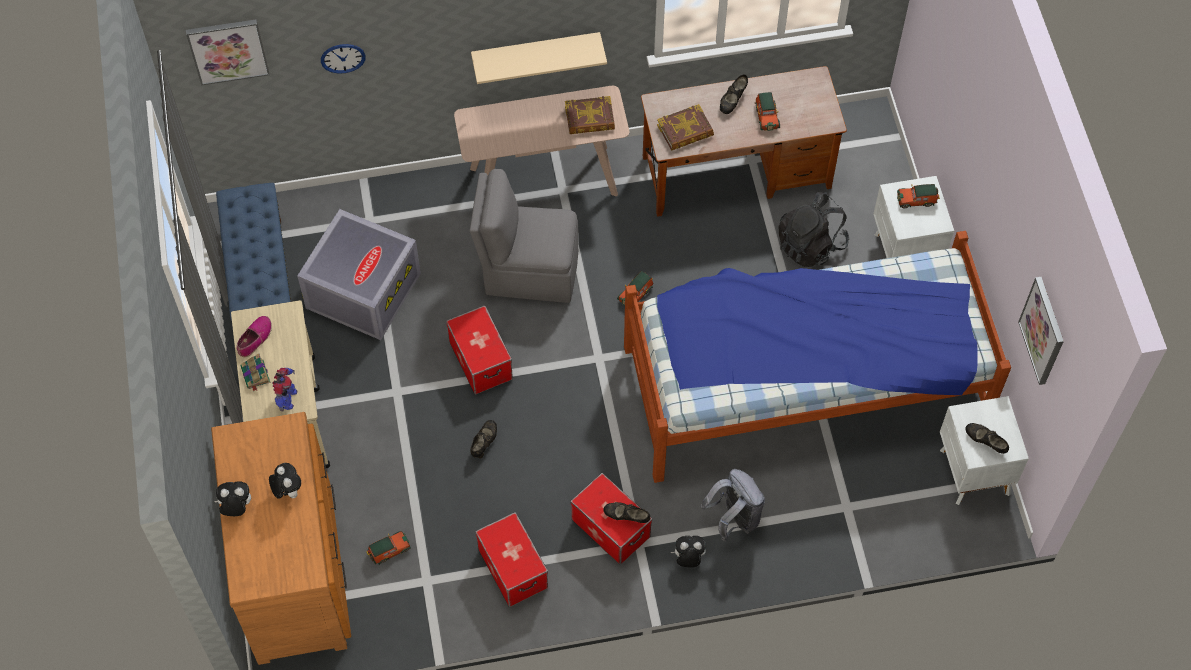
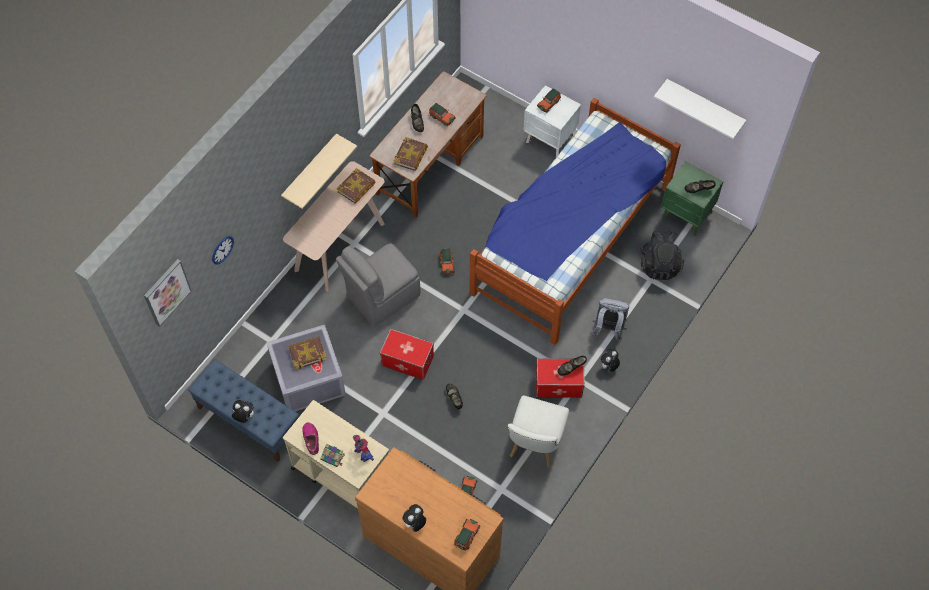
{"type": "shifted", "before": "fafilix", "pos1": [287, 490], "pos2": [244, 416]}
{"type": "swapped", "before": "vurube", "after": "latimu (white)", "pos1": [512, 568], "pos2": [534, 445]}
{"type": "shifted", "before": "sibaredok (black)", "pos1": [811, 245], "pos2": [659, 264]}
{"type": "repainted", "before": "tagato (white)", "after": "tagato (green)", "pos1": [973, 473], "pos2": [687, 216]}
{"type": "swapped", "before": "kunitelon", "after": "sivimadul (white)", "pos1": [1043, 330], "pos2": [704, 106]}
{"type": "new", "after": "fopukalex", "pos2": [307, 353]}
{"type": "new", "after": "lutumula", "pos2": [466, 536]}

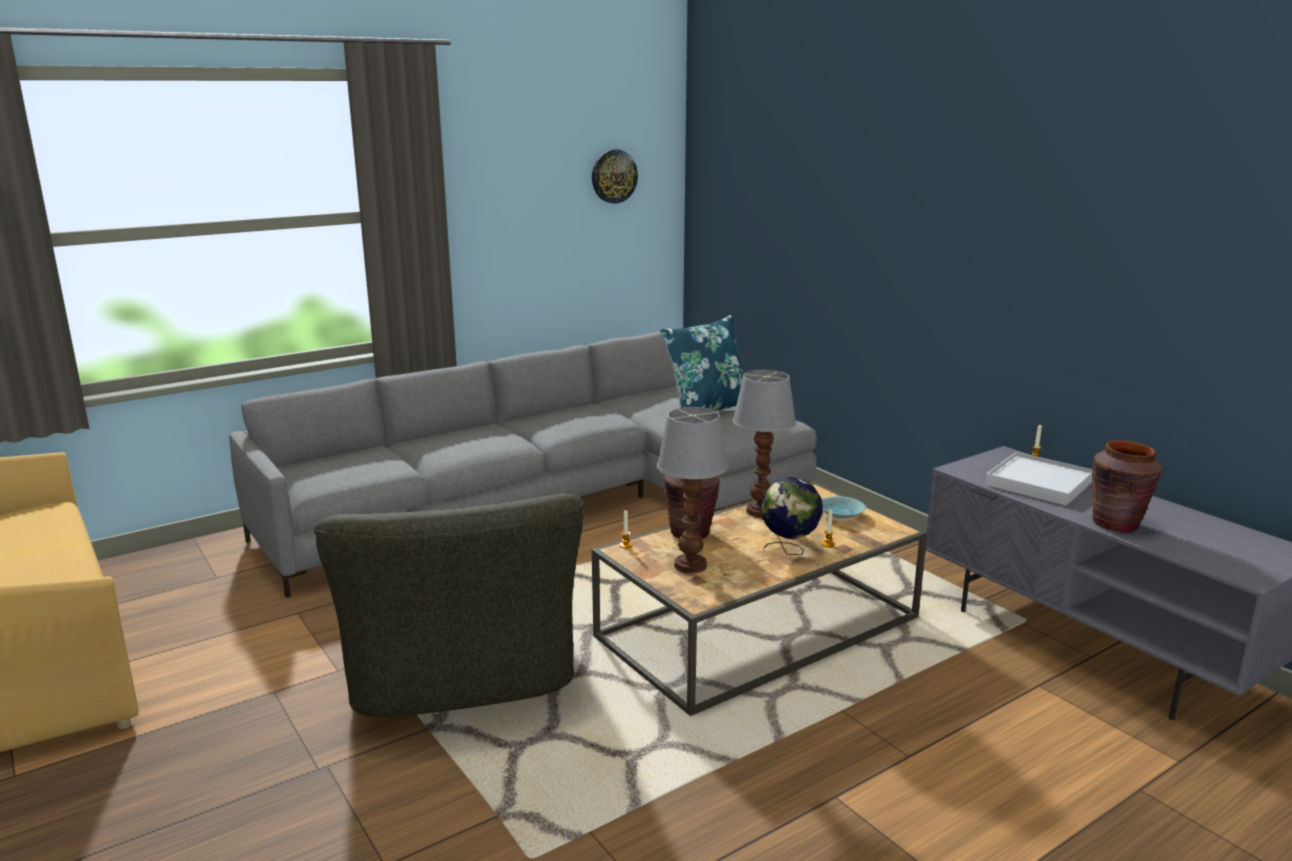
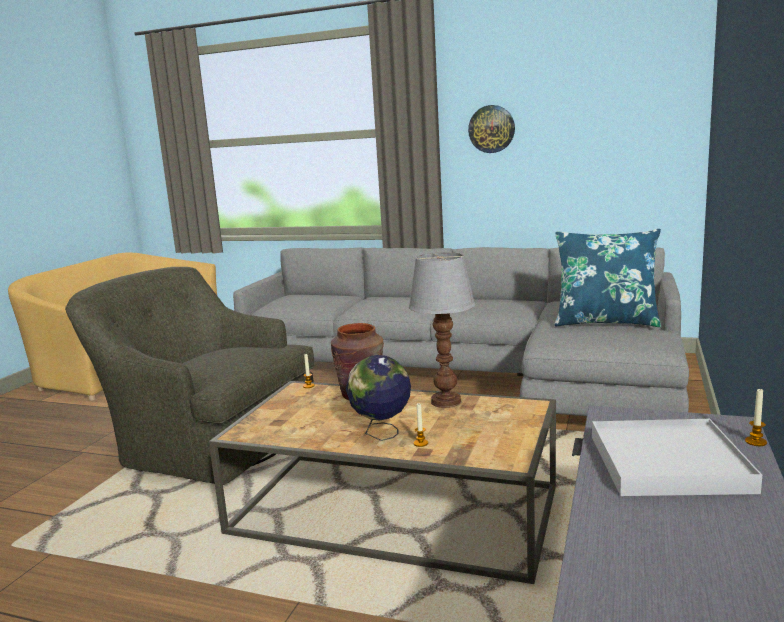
{"type": "rotated", "before": "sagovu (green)", "pos1": [461, 673], "pos2": [208, 442], "turn": 75}
{"type": "shifted", "before": "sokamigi", "pos1": [614, 176], "pos2": [491, 129]}
{"type": "gone", "before": "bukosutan", "pos1": [691, 566]}
{"type": "gone", "before": "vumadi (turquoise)", "pos1": [839, 515]}
{"type": "gone", "before": "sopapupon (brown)", "pos1": [1116, 524]}

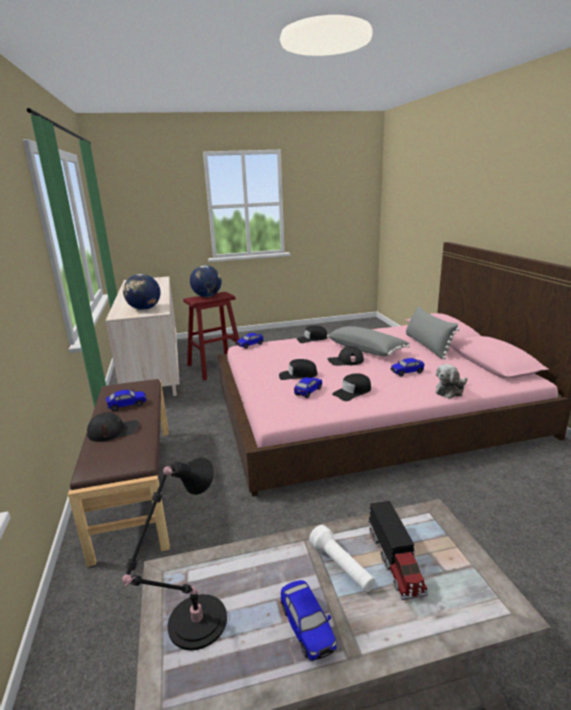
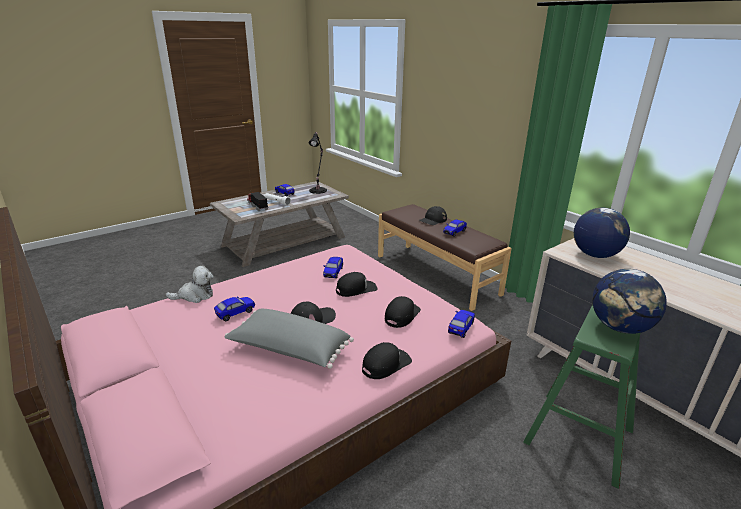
{"type": "repainted", "before": "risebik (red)", "after": "risebik (green)", "pos1": [216, 367], "pos2": [579, 435]}
{"type": "shifted", "before": "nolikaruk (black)", "pos1": [352, 392], "pos2": [401, 315]}
{"type": "gone", "before": "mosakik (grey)", "pos1": [427, 346]}
{"type": "rotated", "before": "fafilix", "pos1": [450, 391], "pos2": [195, 295], "turn": 45}

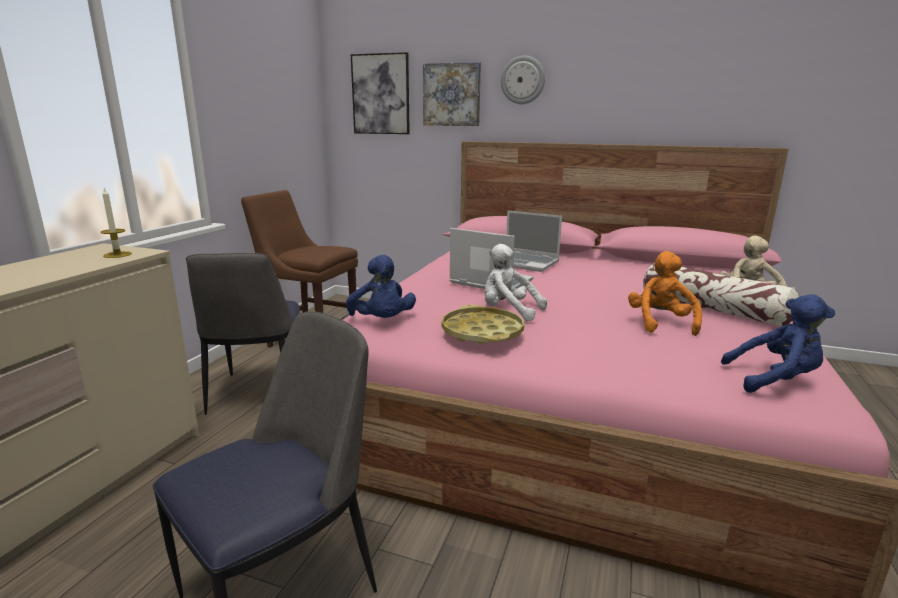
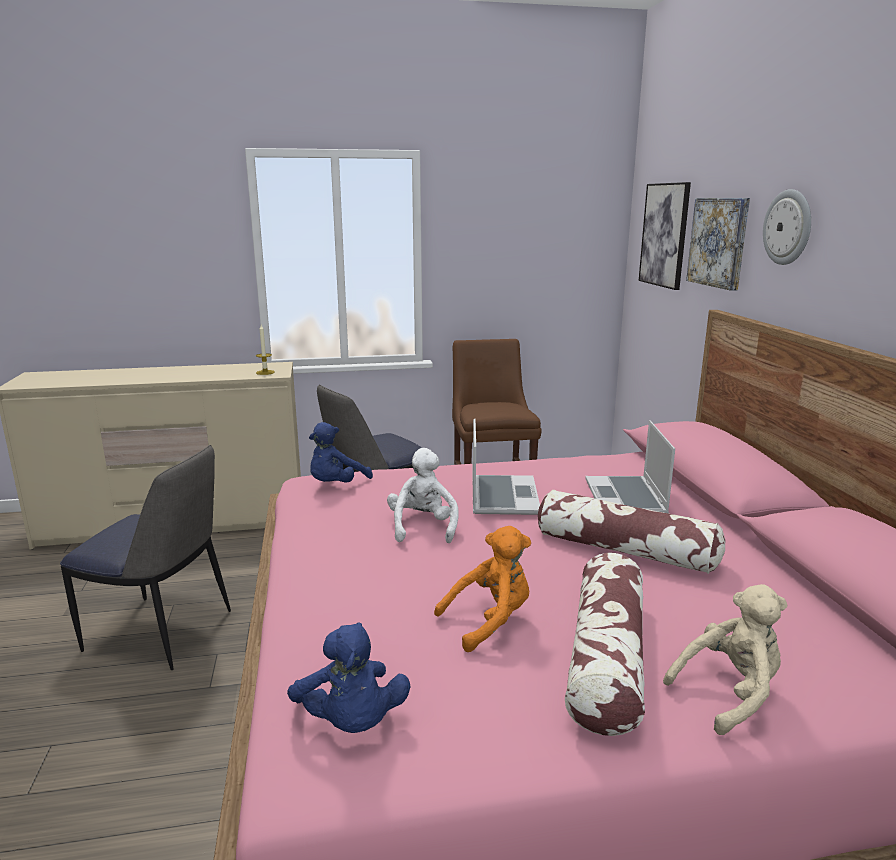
{"type": "gone", "before": "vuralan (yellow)", "pos1": [482, 332]}
{"type": "new", "after": "mosakik", "pos2": [624, 550]}

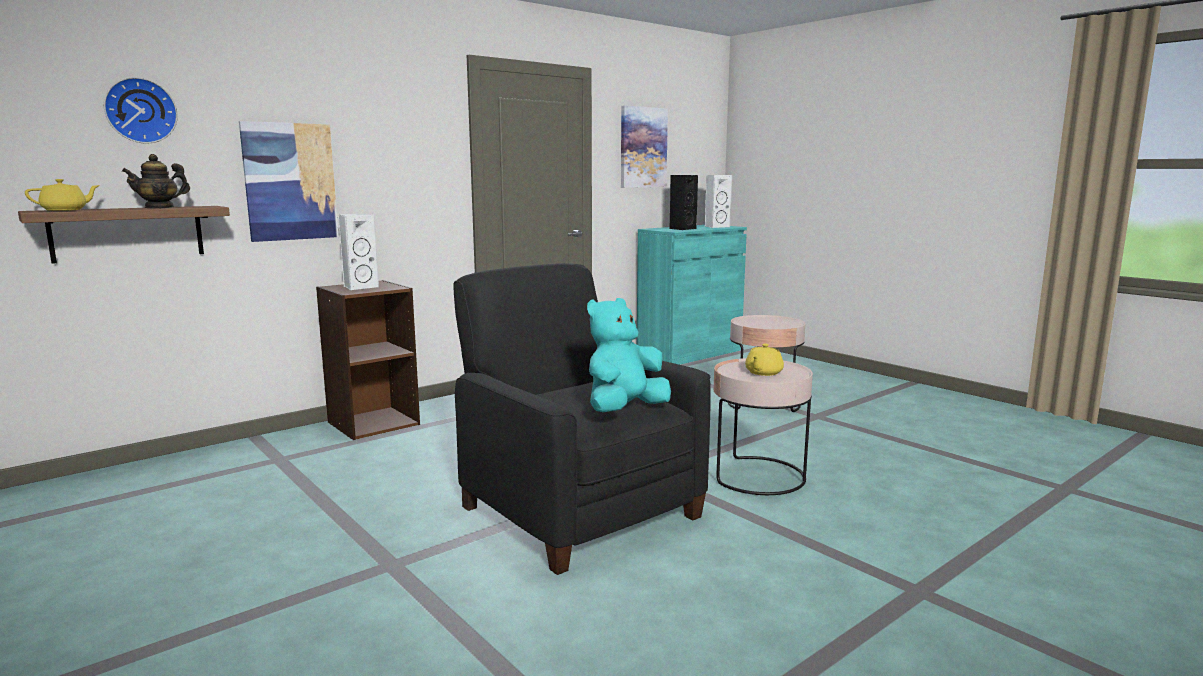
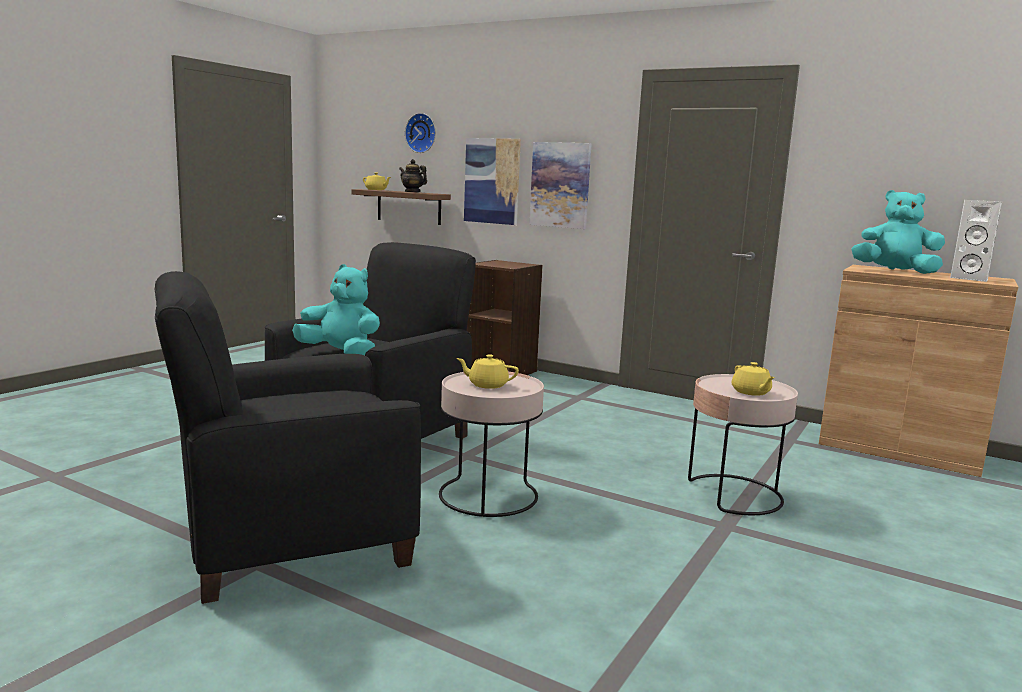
{"type": "gone", "before": "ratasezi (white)", "pos1": [359, 287]}
{"type": "shifted", "before": "kunitelon", "pos1": [643, 147], "pos2": [560, 185]}
{"type": "repainted", "before": "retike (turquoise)", "after": "retike (brown)", "pos1": [689, 353], "pos2": [898, 449]}
{"type": "swapped", "before": "ratasezi (black)", "after": "fafilix (turquoise)", "pos1": [682, 229], "pos2": [895, 271]}
{"type": "new", "after": "sagovu (black)", "pos2": [290, 537]}
{"type": "new", "after": "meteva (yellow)", "pos2": [751, 392]}

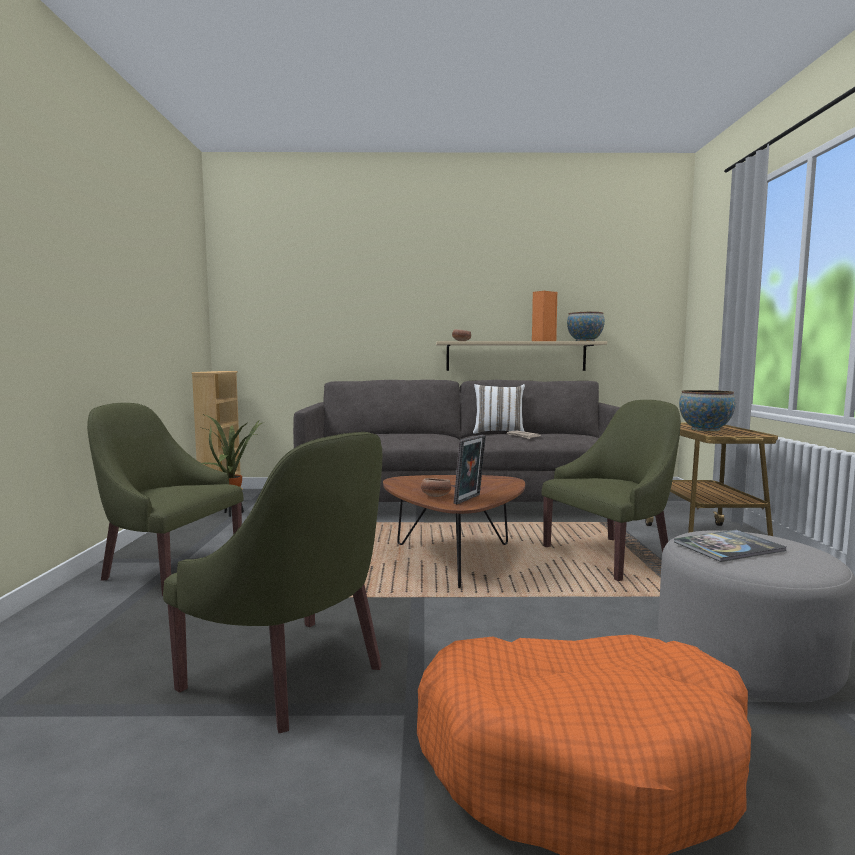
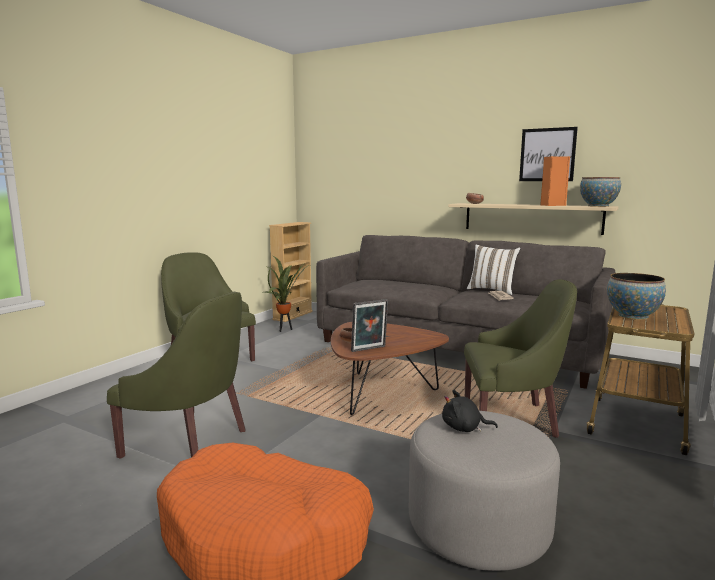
{"type": "rotated", "before": "sagovu (green)", "pos1": [292, 674], "pos2": [190, 440], "turn": -45}
{"type": "swapped", "before": "fopukalex", "after": "fafilix (black)", "pos1": [728, 547], "pos2": [464, 428]}
{"type": "new", "after": "kunitelon", "pos2": [547, 155]}

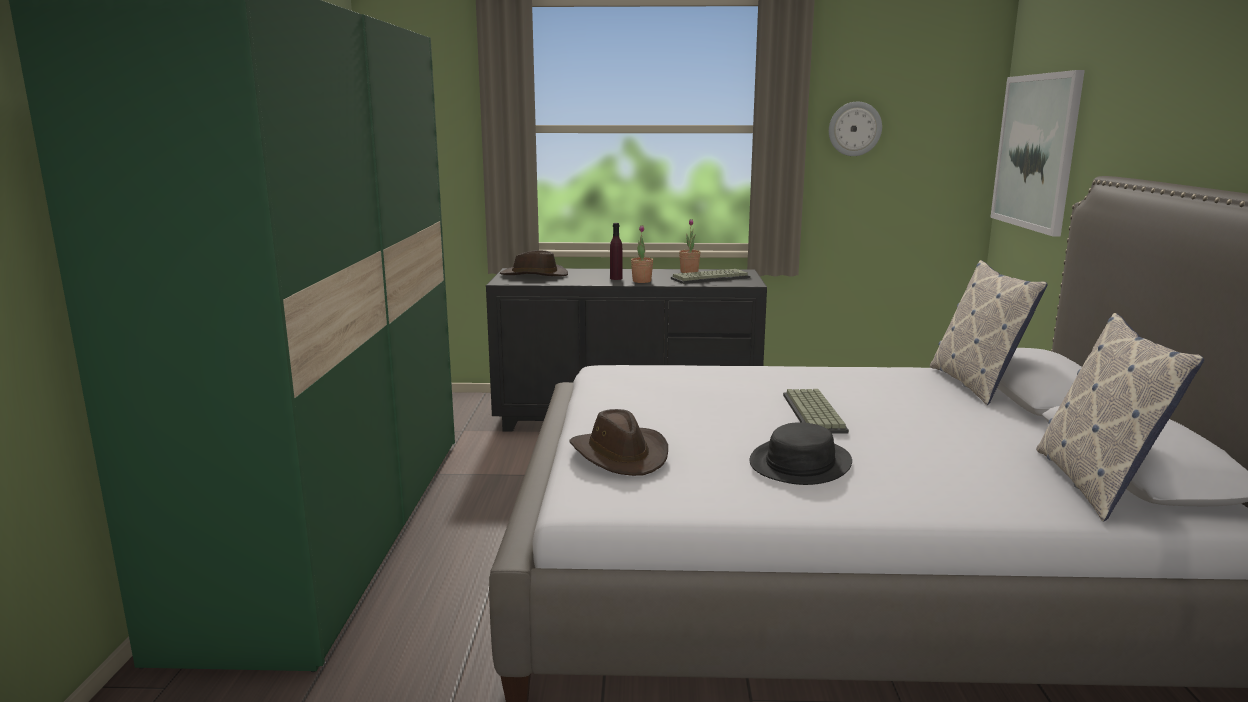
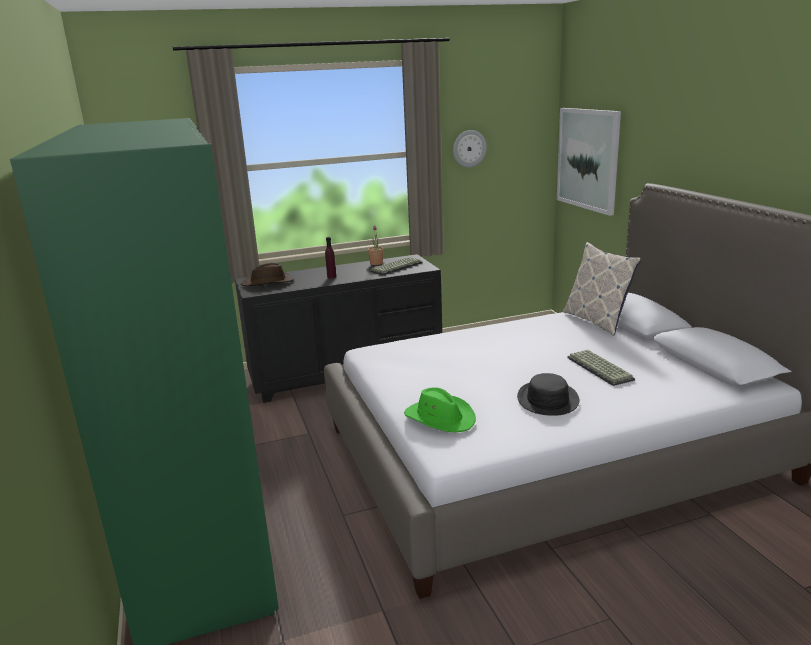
{"type": "repainted", "before": "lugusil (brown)", "after": "lugusil (green)", "pos1": [620, 455], "pos2": [440, 417]}
{"type": "gone", "before": "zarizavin", "pos1": [641, 281]}
{"type": "shifted", "before": "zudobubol", "pos1": [816, 413], "pos2": [601, 368]}
{"type": "gone", "before": "mosakik", "pos1": [1096, 484]}

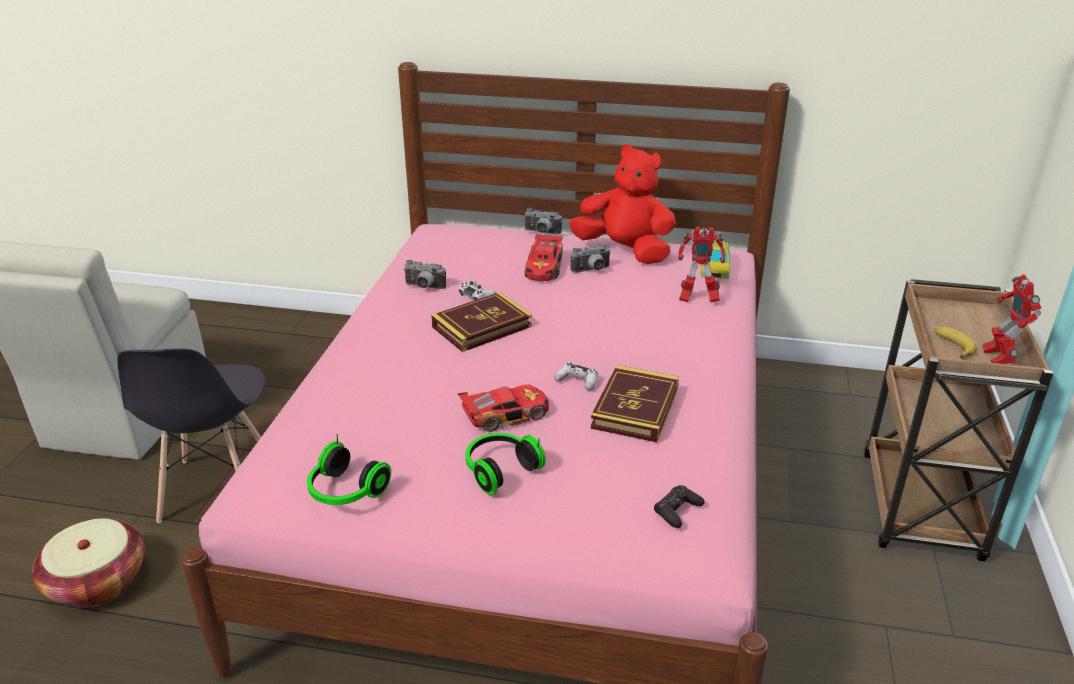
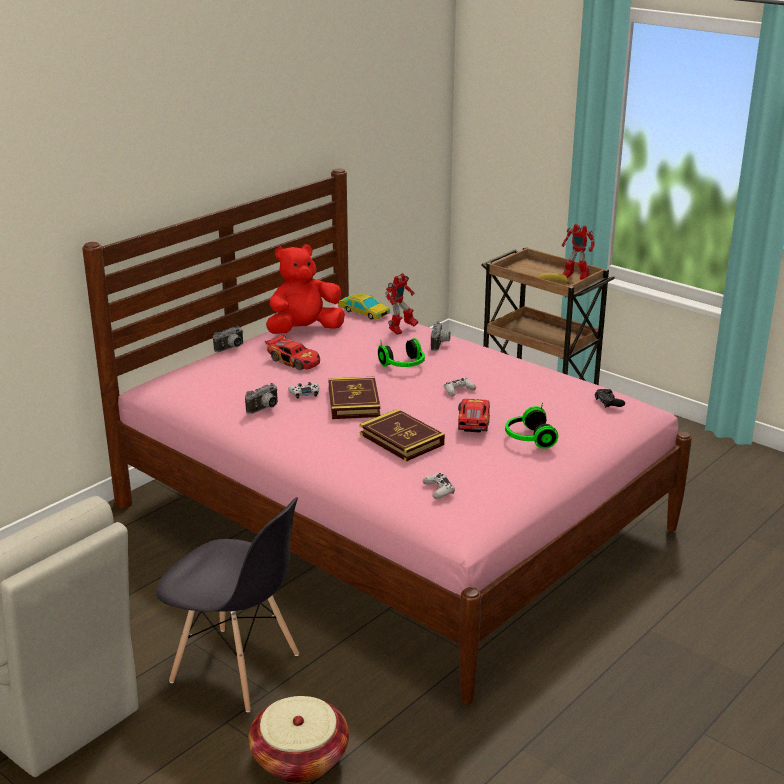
{"type": "shifted", "before": "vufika", "pos1": [345, 492], "pos2": [404, 365]}
{"type": "shifted", "before": "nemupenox", "pos1": [592, 270], "pos2": [440, 344]}
{"type": "shifted", "before": "fopukalex", "pos1": [635, 408], "pos2": [401, 439]}
{"type": "new", "after": "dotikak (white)", "pos2": [438, 490]}

